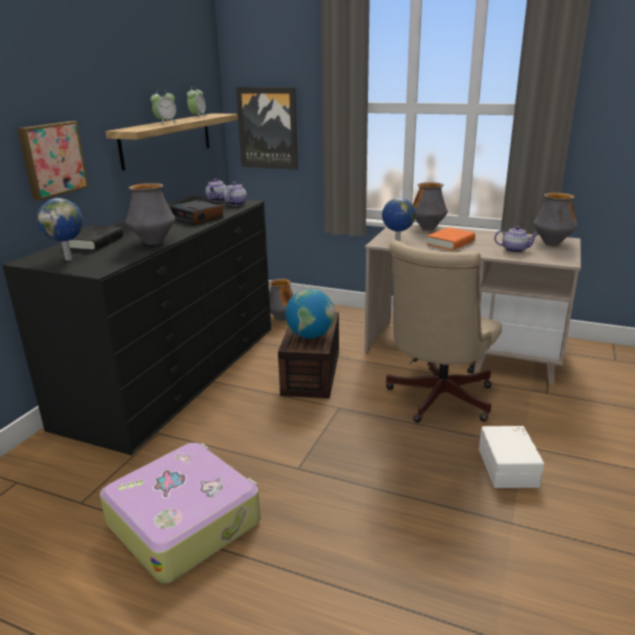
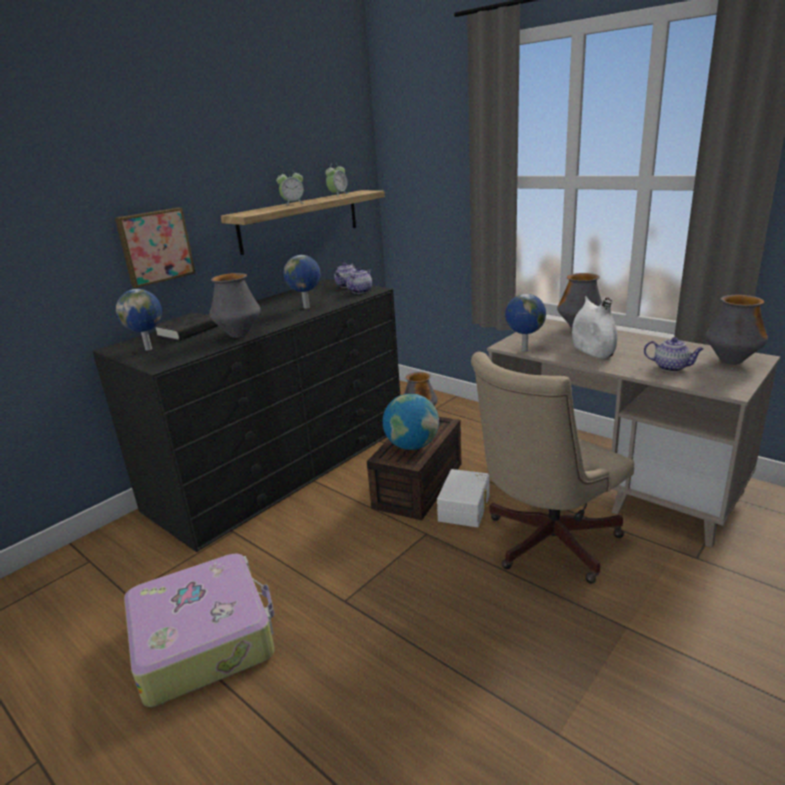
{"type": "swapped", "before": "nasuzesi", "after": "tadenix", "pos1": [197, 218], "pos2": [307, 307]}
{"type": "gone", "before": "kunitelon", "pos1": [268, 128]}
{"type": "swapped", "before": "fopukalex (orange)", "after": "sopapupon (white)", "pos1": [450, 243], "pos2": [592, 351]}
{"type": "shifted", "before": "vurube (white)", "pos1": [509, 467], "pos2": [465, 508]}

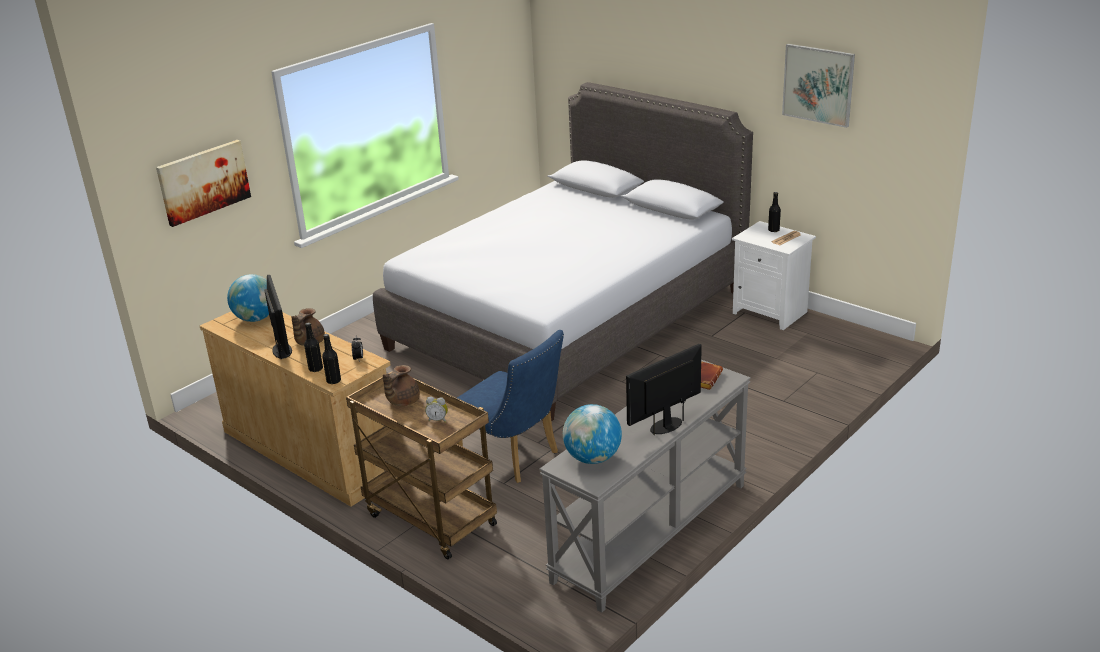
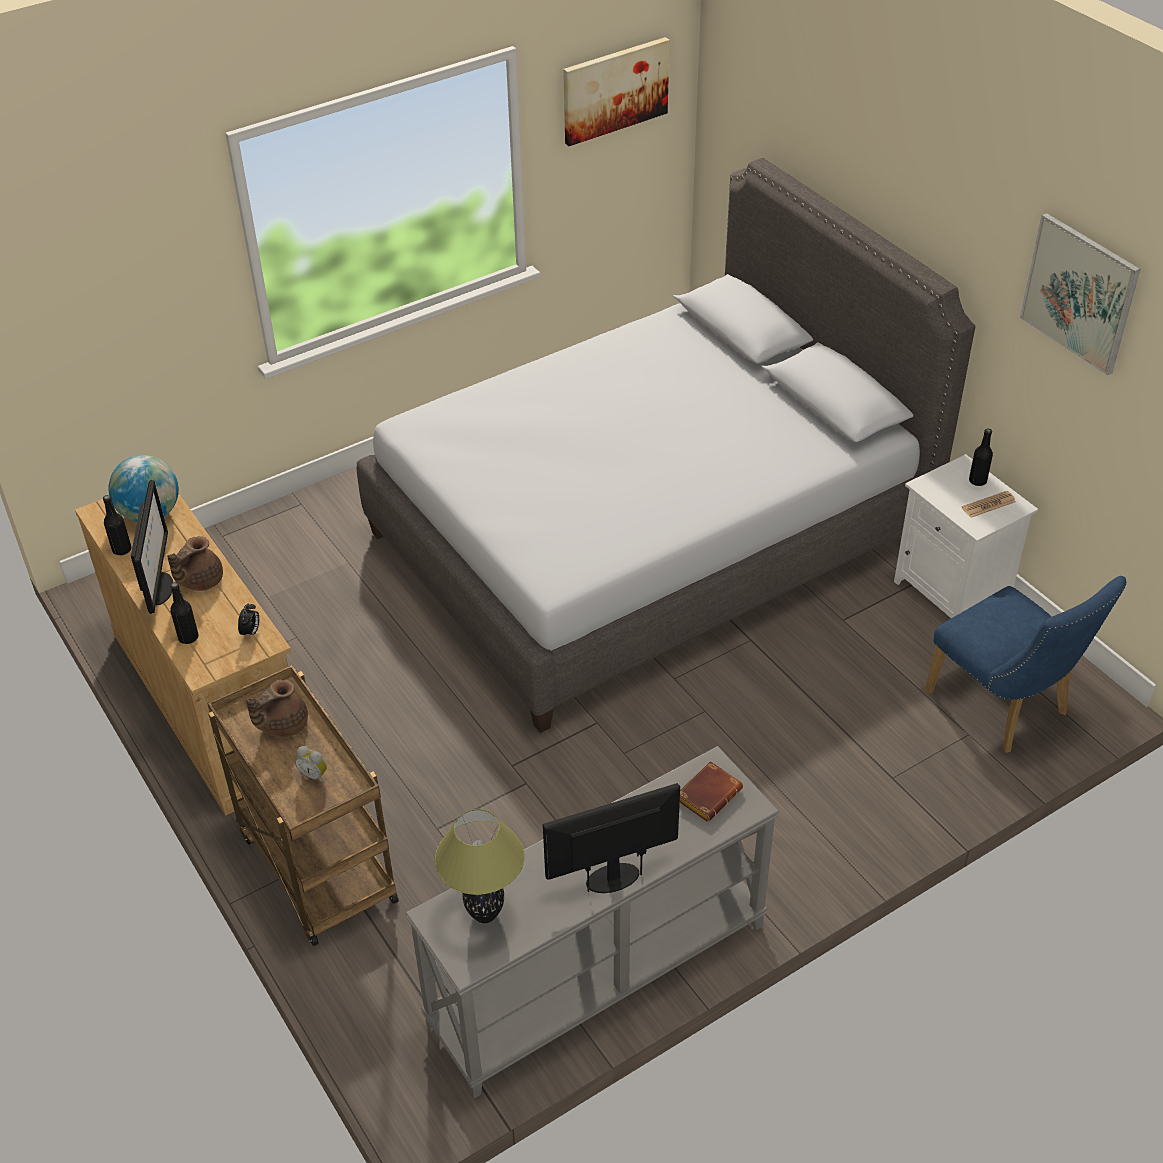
{"type": "shifted", "before": "kunitelon", "pos1": [203, 182], "pos2": [614, 90]}
{"type": "shifted", "before": "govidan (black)", "pos1": [333, 381], "pos2": [122, 549]}
{"type": "shifted", "before": "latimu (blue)", "pos1": [514, 458], "pos2": [1004, 709]}
{"type": "swapped", "before": "tadenix", "after": "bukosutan", "pos1": [593, 458], "pos2": [484, 914]}

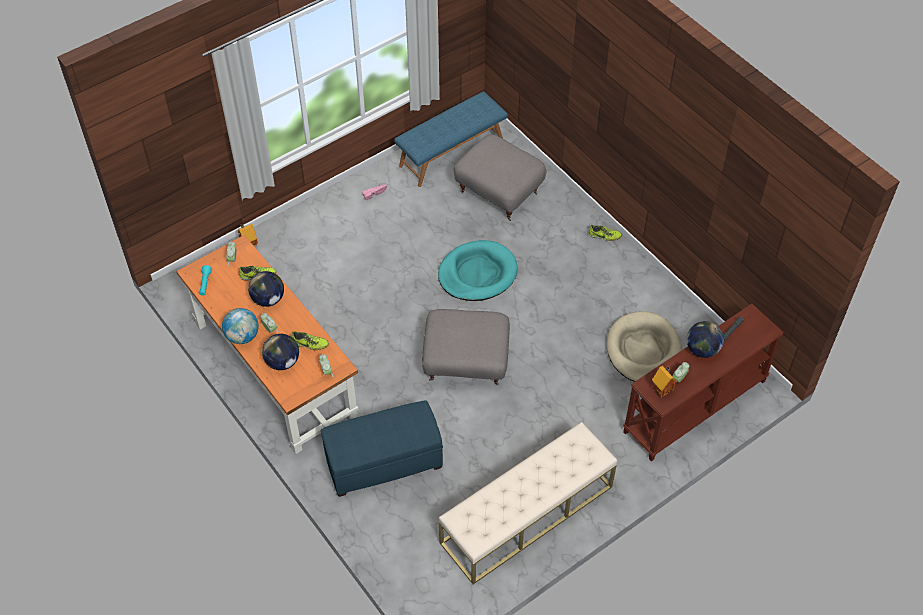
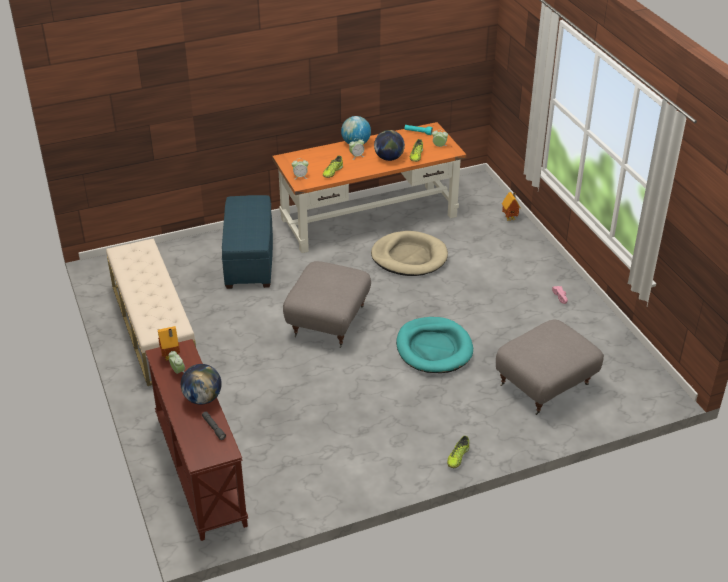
{"type": "gone", "before": "tadenix", "pos1": [282, 362]}
{"type": "gone", "before": "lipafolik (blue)", "pos1": [451, 152]}
{"type": "shifted", "before": "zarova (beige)", "pos1": [643, 350], "pos2": [409, 257]}

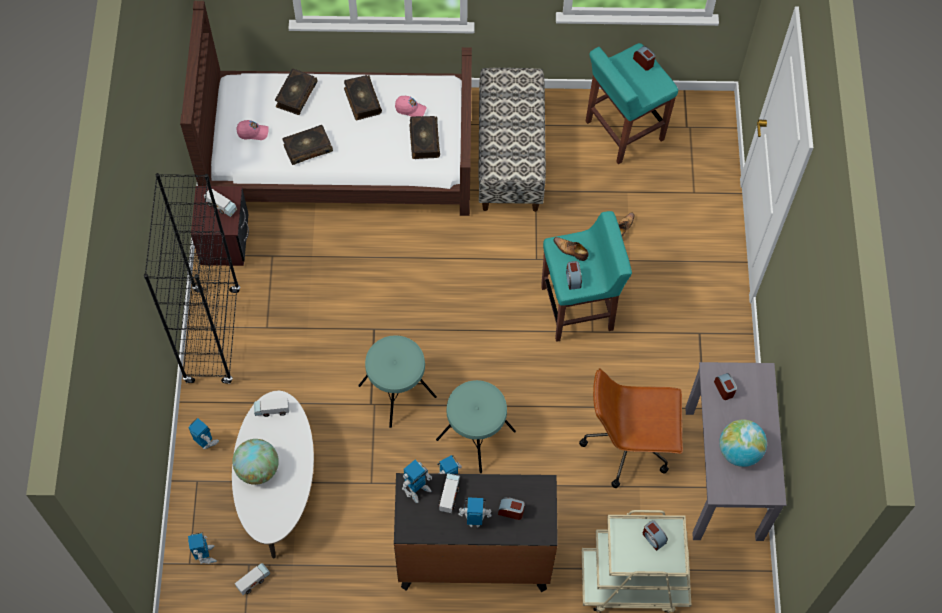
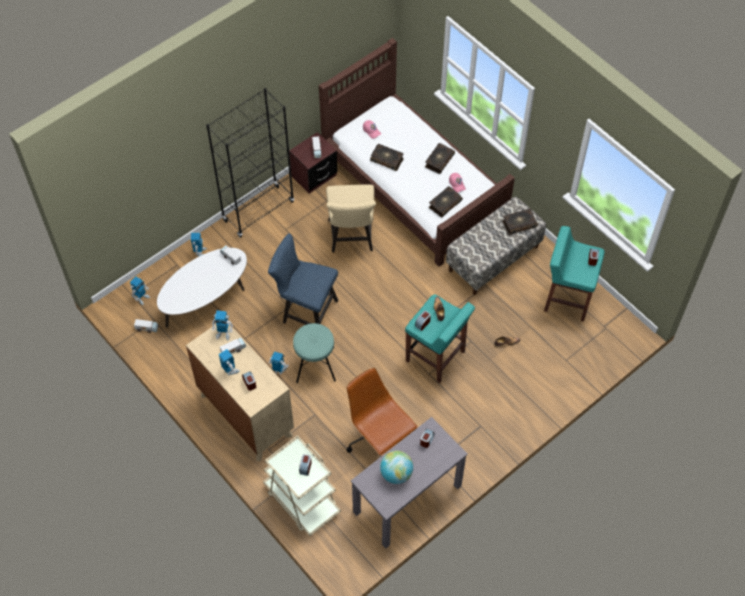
{"type": "gone", "before": "tadenix", "pos1": [258, 469]}
{"type": "shifted", "before": "fopukalex", "pos1": [296, 95], "pos2": [519, 224]}
{"type": "swapped", "before": "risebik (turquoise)", "after": "latimu (blue)", "pos1": [397, 391], "pos2": [306, 311]}
{"type": "repainted", "before": "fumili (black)", "after": "fumili (beige)", "pos1": [473, 558], "pos2": [246, 415]}
{"type": "new", "after": "latimu (beige)", "pos2": [351, 238]}

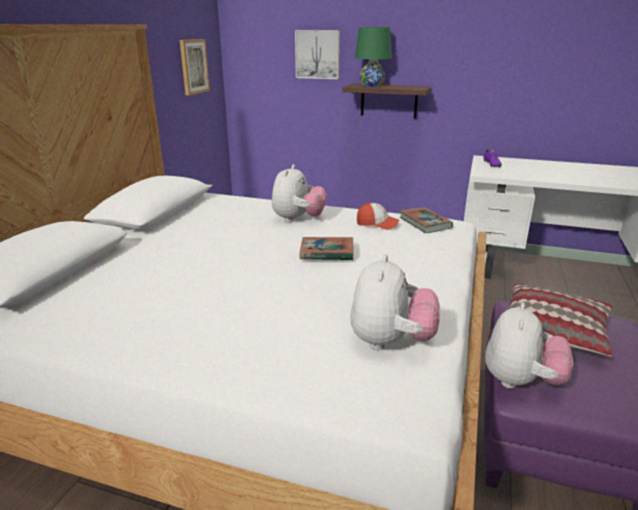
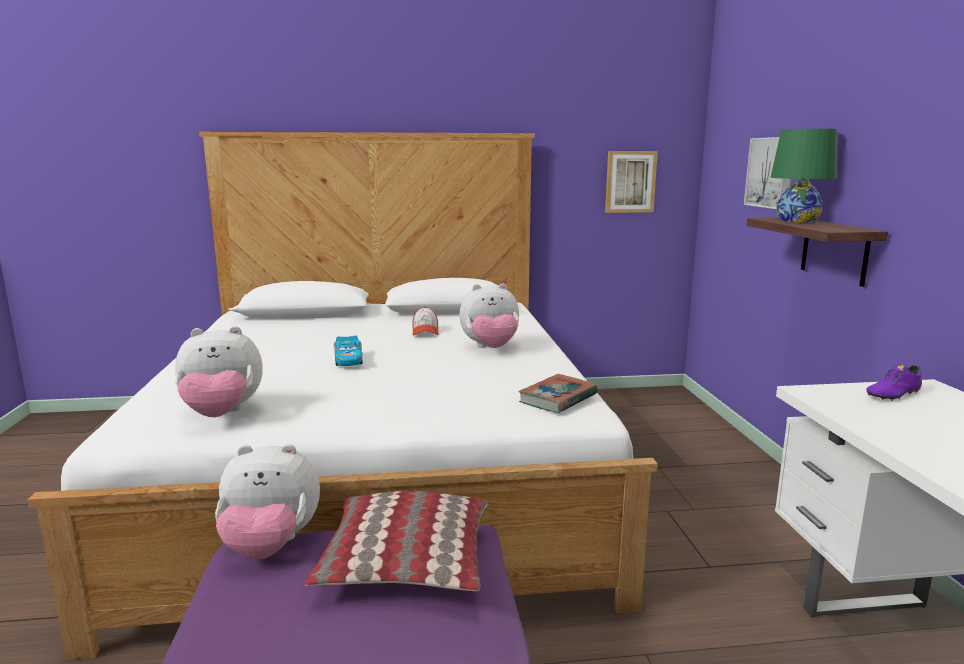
{"type": "gone", "before": "fopukalex", "pos1": [327, 252]}
{"type": "shifted", "before": "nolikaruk", "pos1": [377, 224], "pos2": [425, 331]}
{"type": "new", "after": "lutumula", "pos2": [348, 359]}

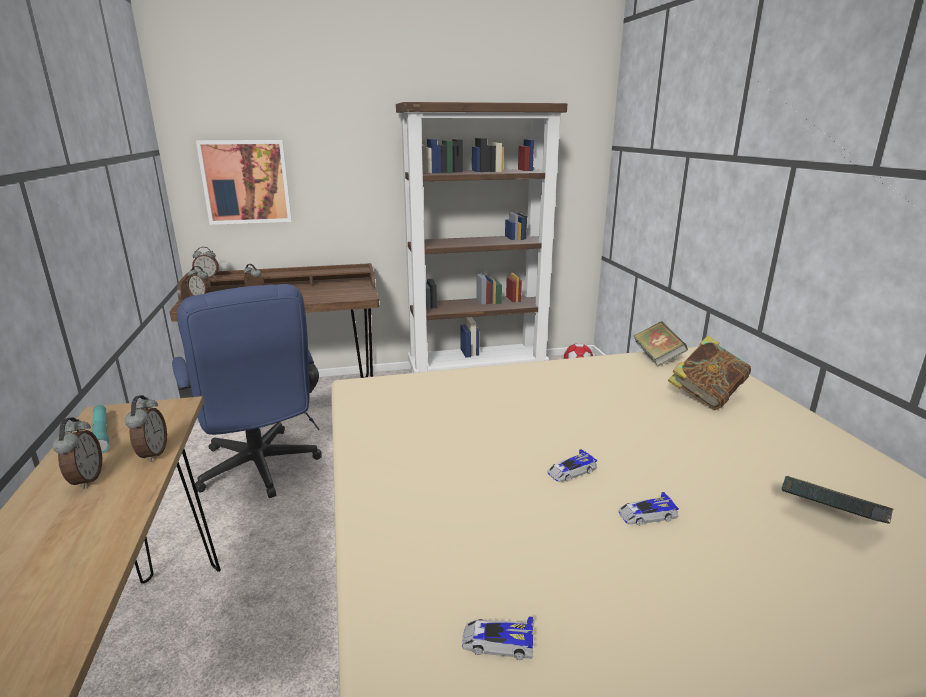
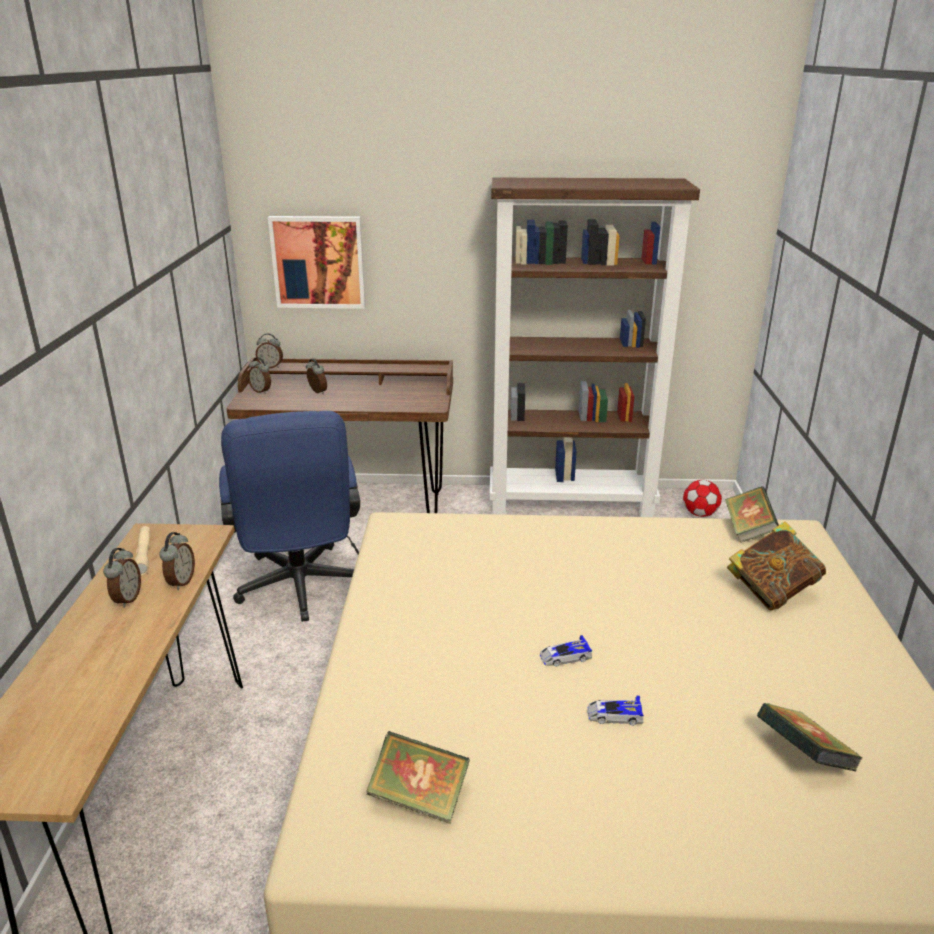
{"type": "repainted", "before": "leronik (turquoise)", "after": "leronik (beige)", "pos1": [101, 434], "pos2": [144, 555]}
{"type": "swapped", "before": "lutumula", "after": "fopukalex", "pos1": [498, 642], "pos2": [419, 798]}

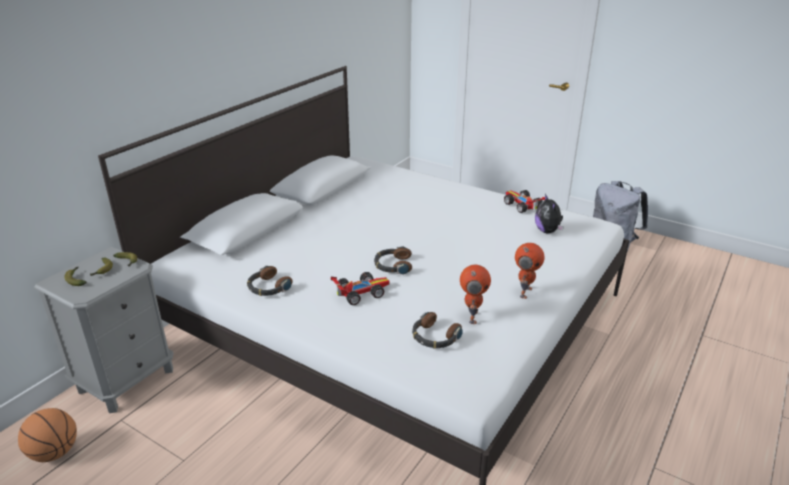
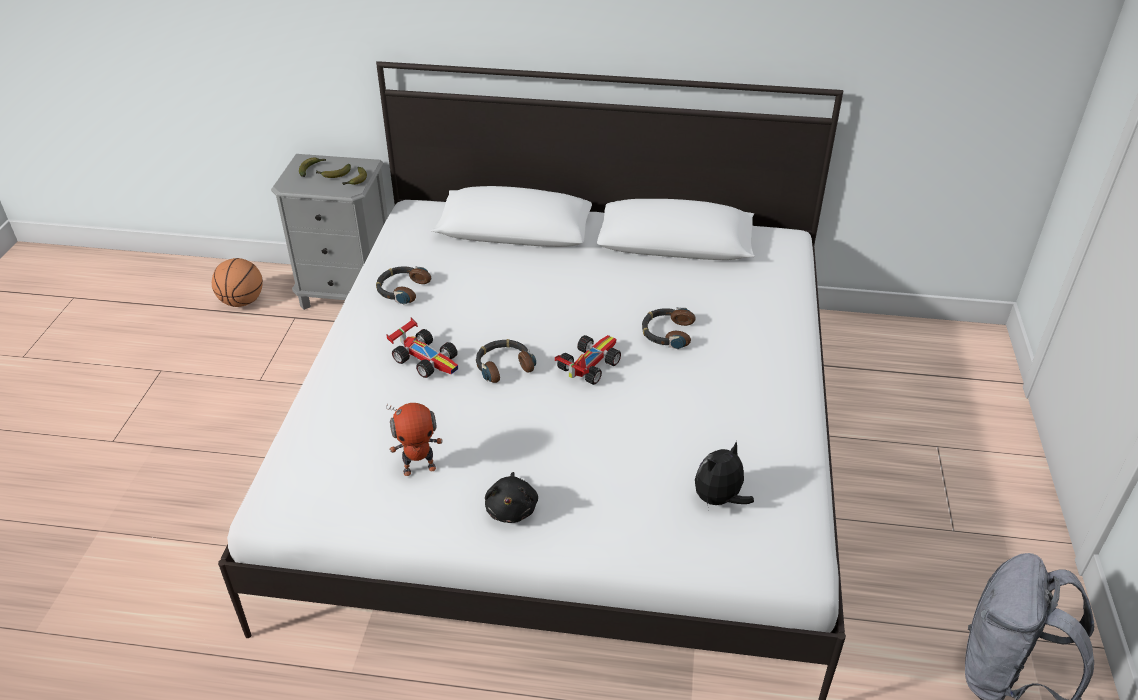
{"type": "shifted", "before": "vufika", "pos1": [434, 337], "pos2": [667, 333]}
{"type": "shifted", "before": "lutumula", "pos1": [521, 205], "pos2": [588, 364]}
{"type": "swapped", "before": "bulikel", "after": "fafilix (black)", "pos1": [524, 292], "pos2": [512, 508]}

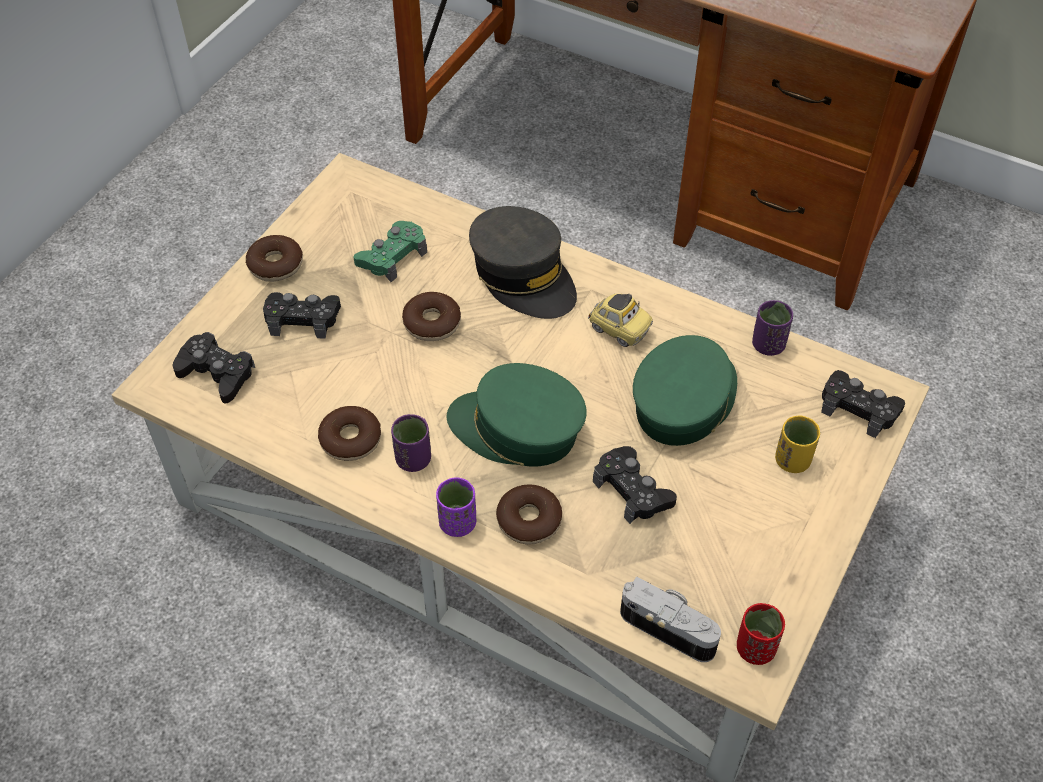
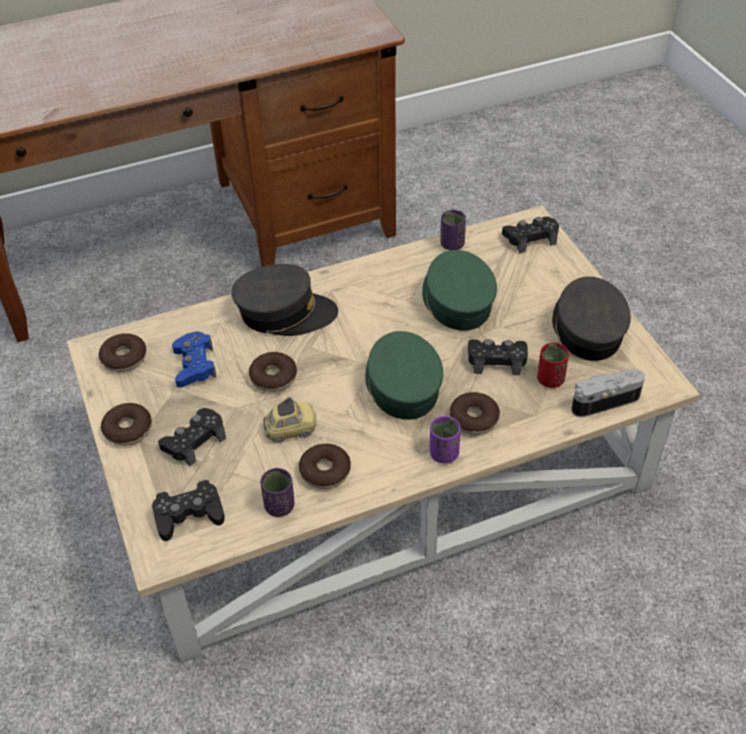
{"type": "repainted", "before": "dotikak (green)", "after": "dotikak (blue)", "pos1": [392, 256], "pos2": [194, 365]}
{"type": "shifted", "before": "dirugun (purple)", "pos1": [413, 459], "pos2": [279, 506]}
{"type": "rotated", "before": "nolikaruk (green)", "pos1": [517, 430], "pos2": [401, 385], "turn": 105}
{"type": "shifted", "before": "lutumula", "pos1": [619, 330], "pos2": [290, 430]}
{"type": "shifted", "before": "dirugun (red)", "pos1": [755, 648], "pos2": [550, 379]}
{"type": "gone", "before": "dirugun (yellow)", "pos1": [792, 460]}
{"type": "new", "after": "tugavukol", "pos2": [124, 358]}
{"type": "new", "after": "nolikaruk (grey)", "pos2": [586, 329]}

